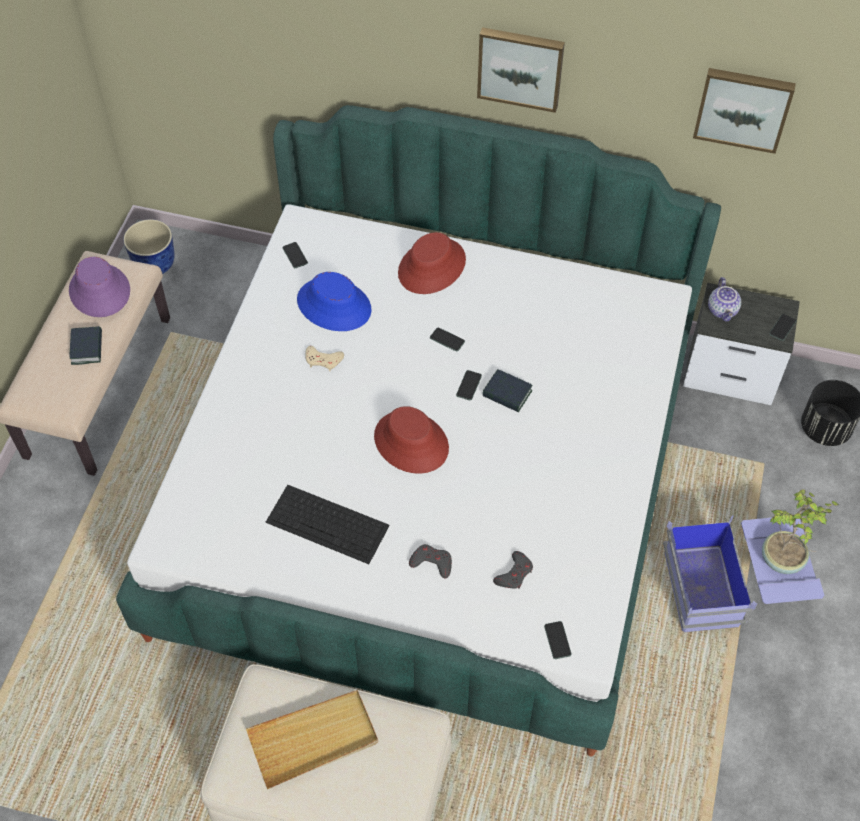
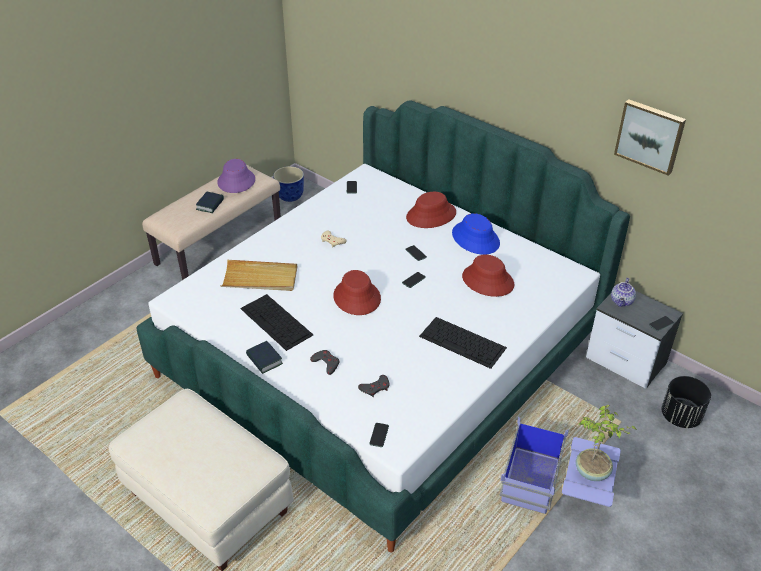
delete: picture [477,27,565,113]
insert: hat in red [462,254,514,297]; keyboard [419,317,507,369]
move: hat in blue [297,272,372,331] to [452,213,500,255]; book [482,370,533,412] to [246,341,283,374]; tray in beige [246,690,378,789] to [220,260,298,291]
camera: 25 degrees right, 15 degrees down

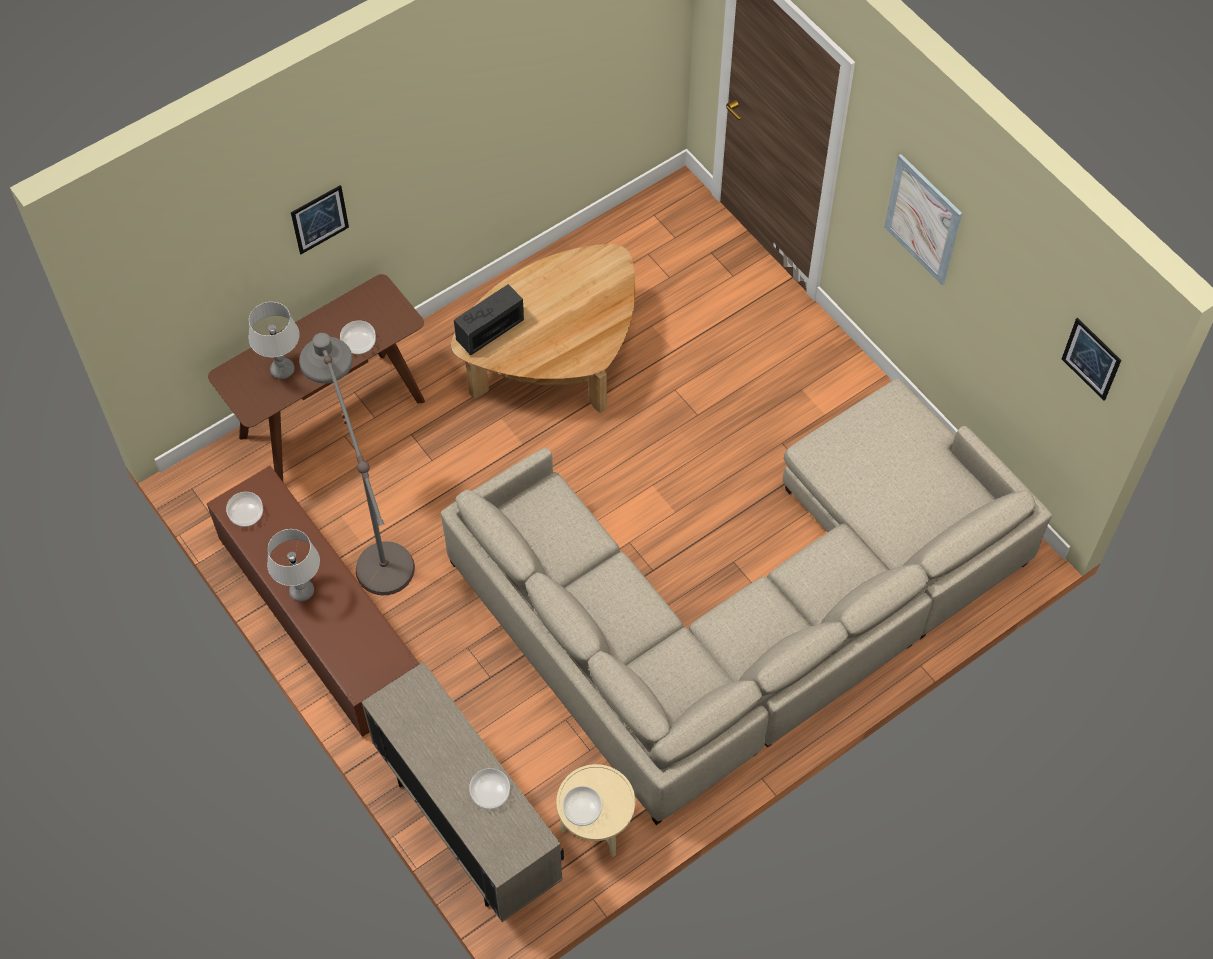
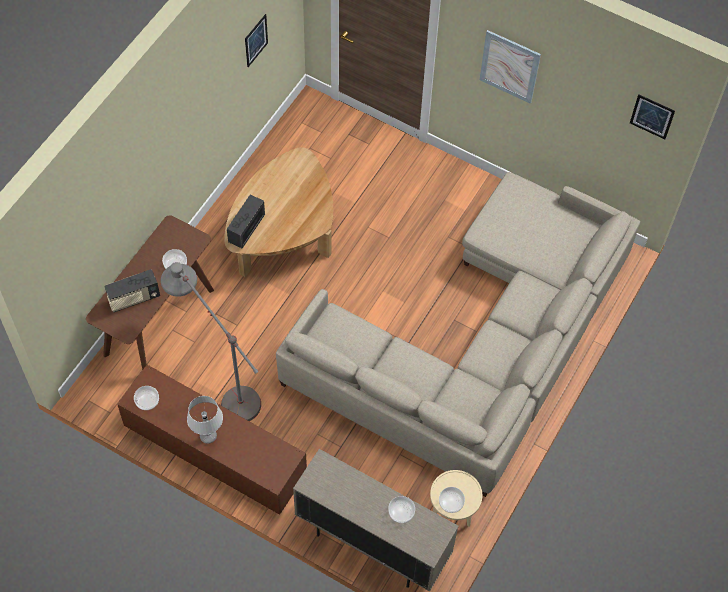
move: picture [291,185,349,254] to [245,14,268,67]
replace: table lamp in grey [249,302,300,379] to radio [105,269,160,313]
camera: 25 degrees left, 0 degrees up

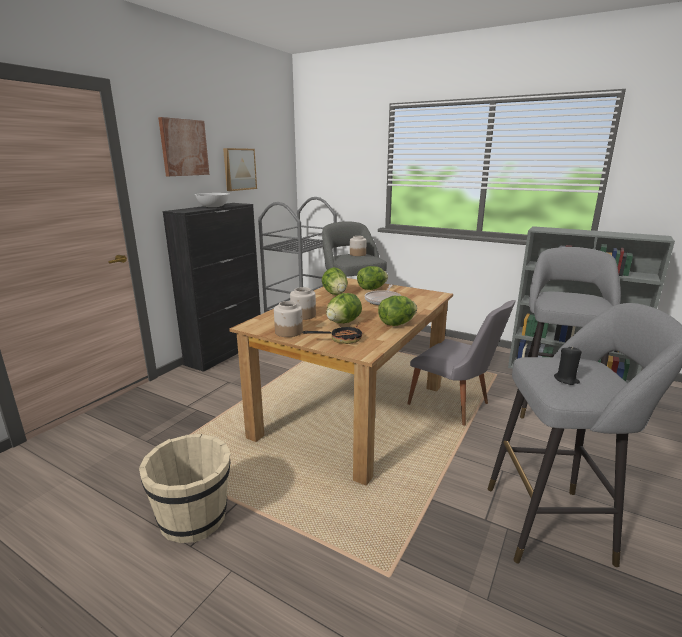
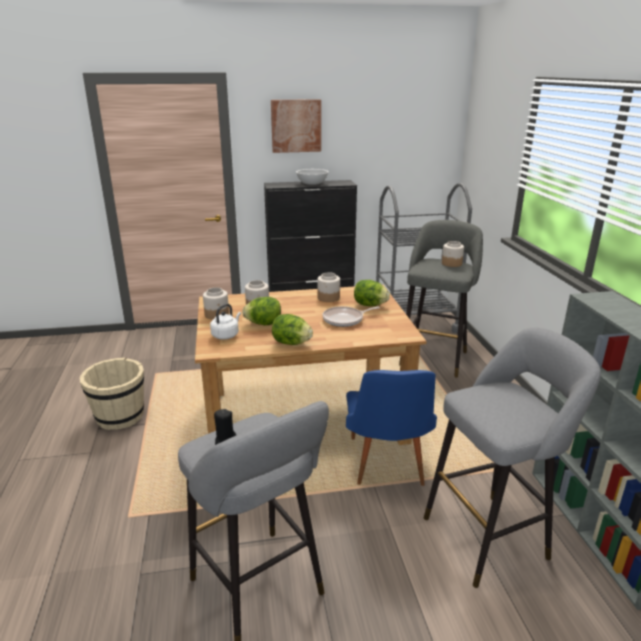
delete: picture [223,148,257,191]
replace: lettuce [322,267,348,295] to jar [317,272,340,302]; frying pan [302,324,362,344] to kettle in white [210,304,241,340]
recolor: chair in grey [407,300,516,425] to chair in blue [346,370,437,486]
camera: 50 degrees right, 5 degrees up

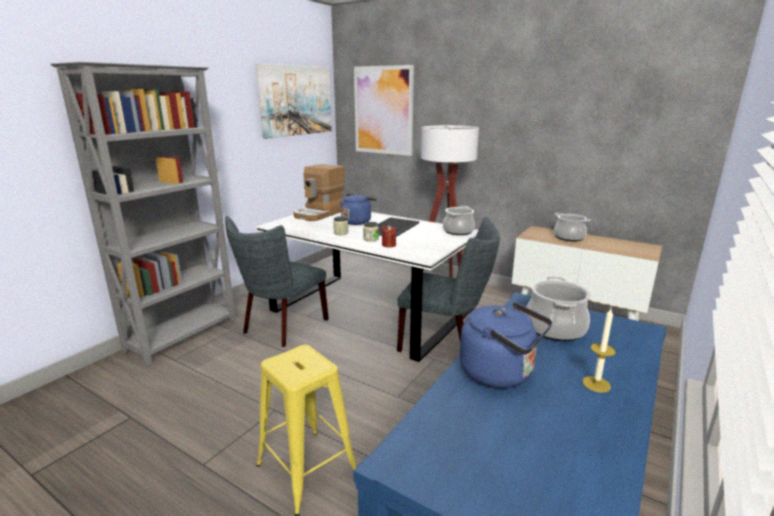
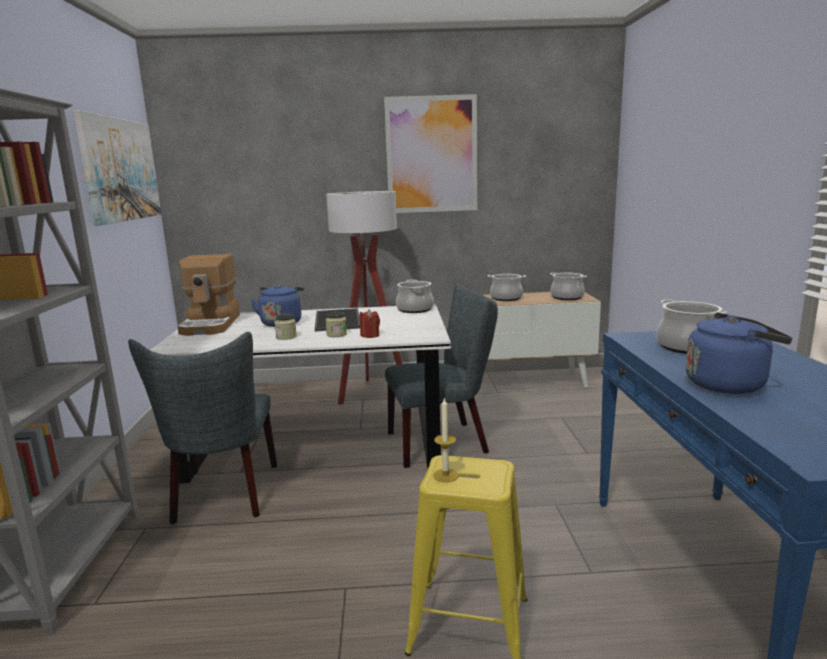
insert: cooking pot [550,272,587,300]
move: picture [354,65,414,156] to [384,94,477,213]; candle [582,309,616,393] to [433,398,459,482]
camera: 35 degrees left, 5 degrees down

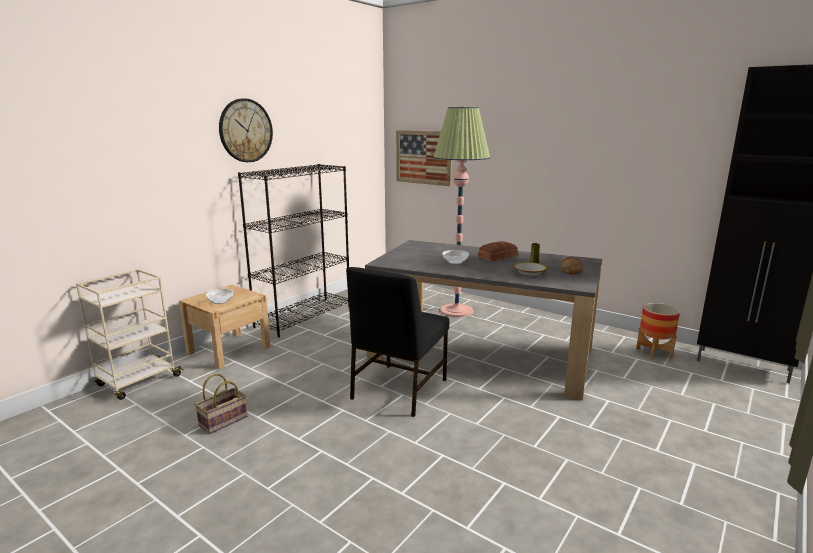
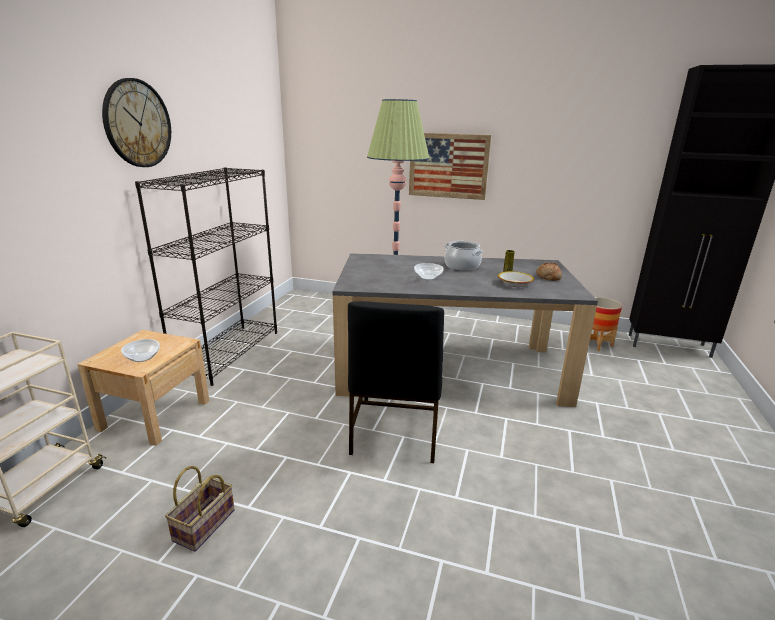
move: picture [396,130,452,186] to [409,133,491,200]
replace: bread [478,241,518,261] to cooking pot [444,241,483,271]
camera: 20 degrees left, 5 degrees up

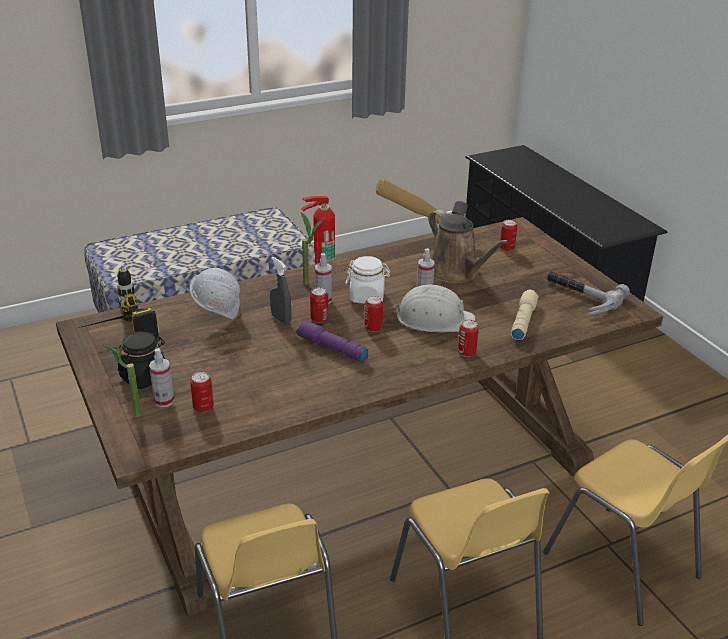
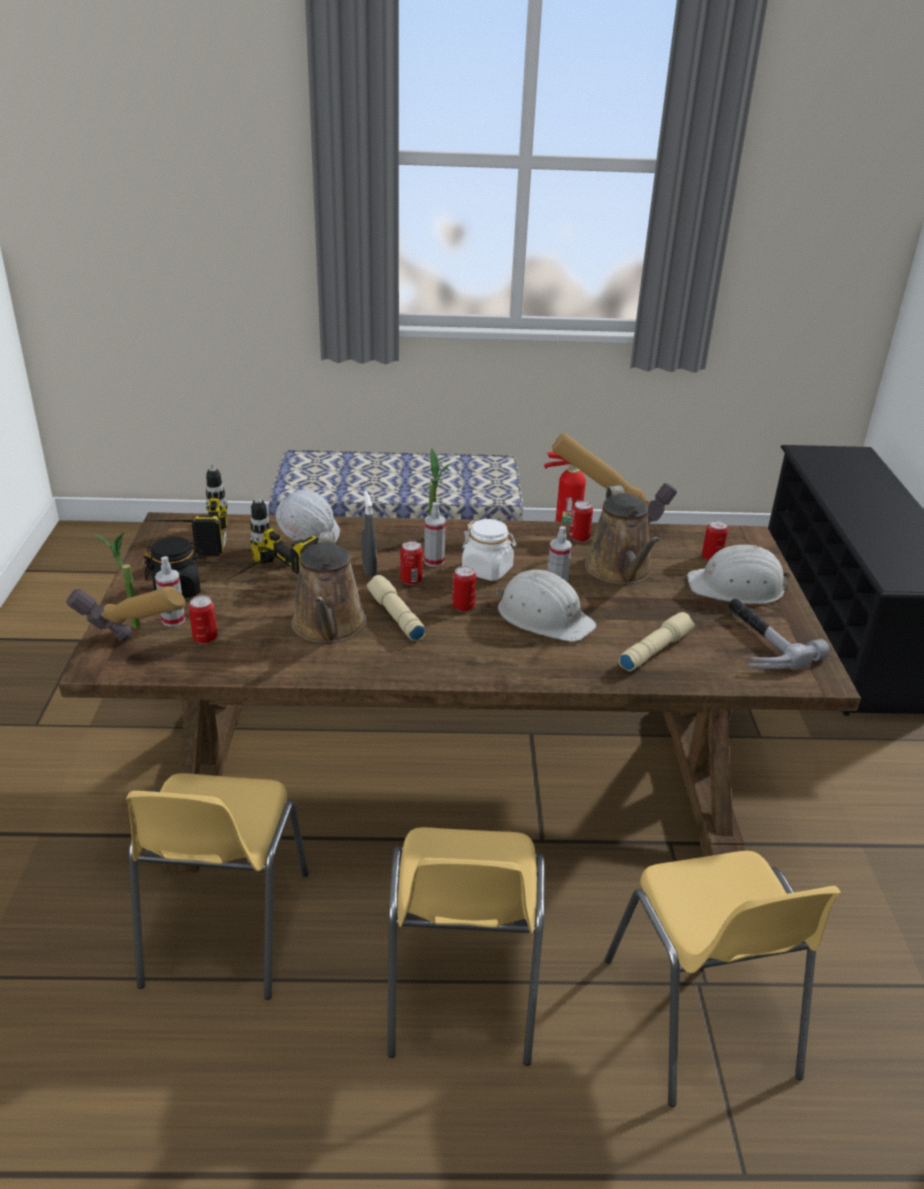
insert: power drill [227,495,319,580]; watering can in brown [291,532,367,643]; hard hat in white [687,545,791,604]; hammer [66,586,186,641]
move: can [458,320,479,357] to [570,501,593,542]
recolor: flashlight in purple [296,320,368,362] to flashlight in beige [367,575,425,641]
camera: 25 degrees right, 0 degrees up

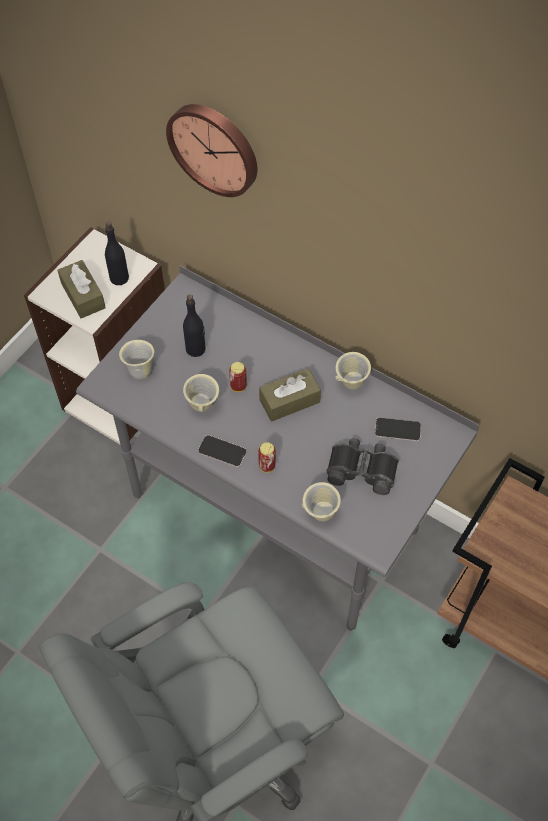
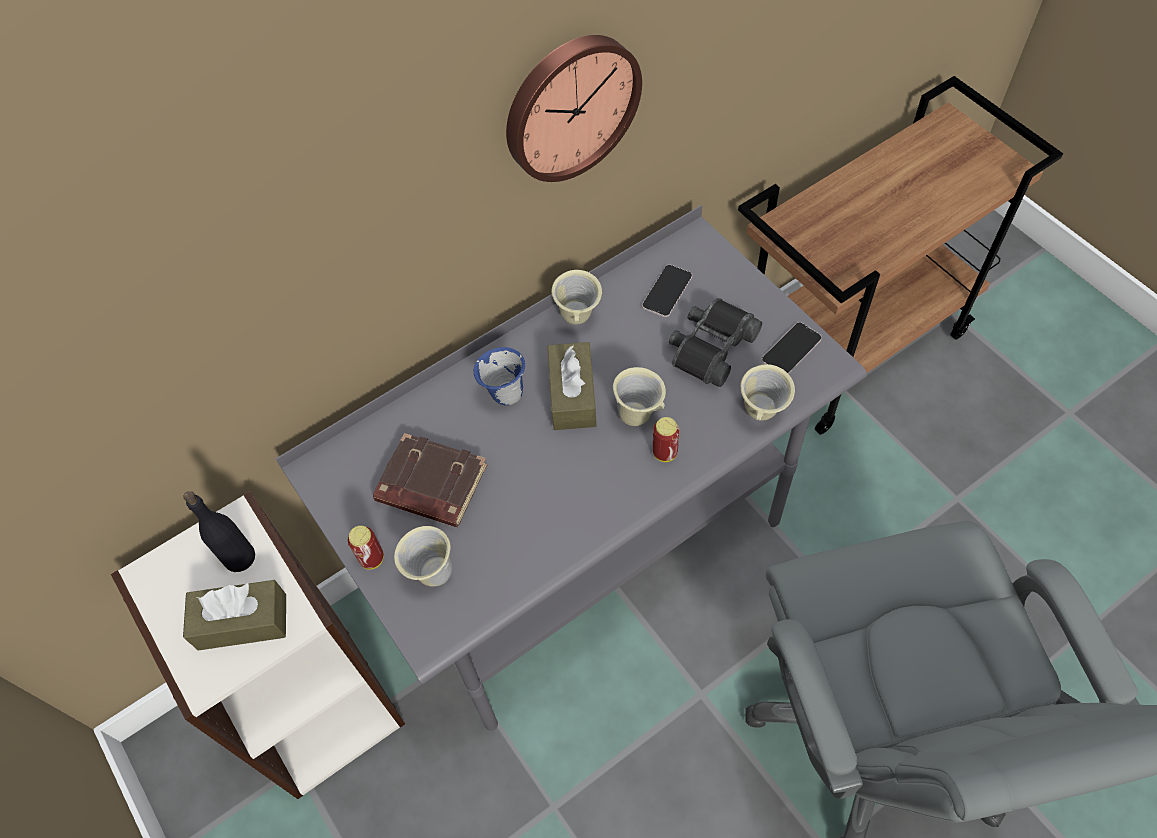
insert: mug in blue [473,347,525,405]
move: wall clock [166,104,257,197] to [506,35,642,182]; can [229,362,247,392] to [348,526,384,570]; mug in beige [183,374,219,412] to [613,367,666,426]; phone [198,435,247,467] to [762,322,822,374]
replace: bottle in black [183,295,206,357] to book in brown [373,433,487,527]
camera: 65 degrees left, 0 degrees up

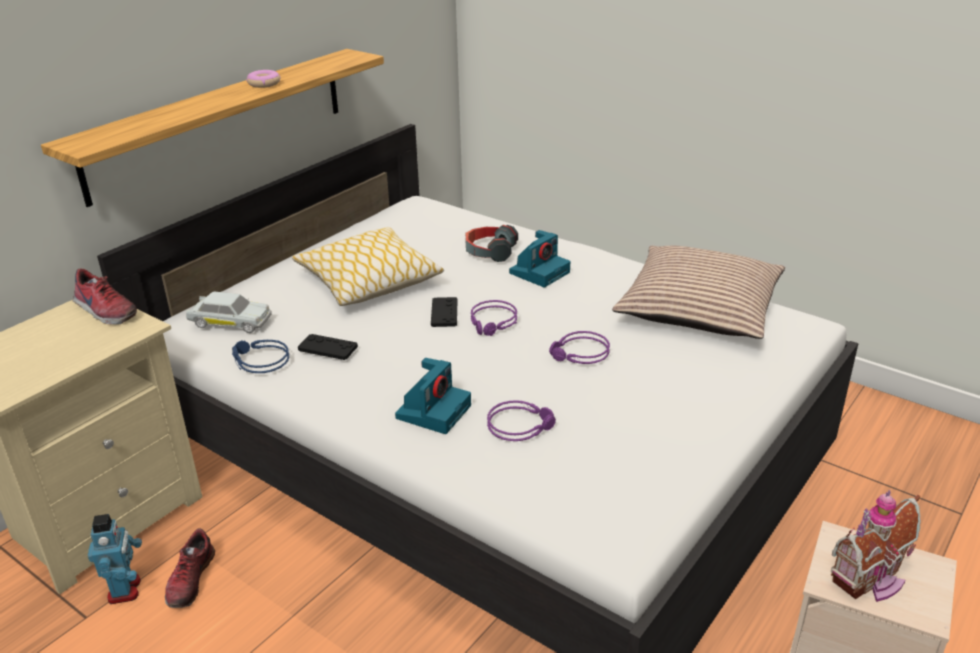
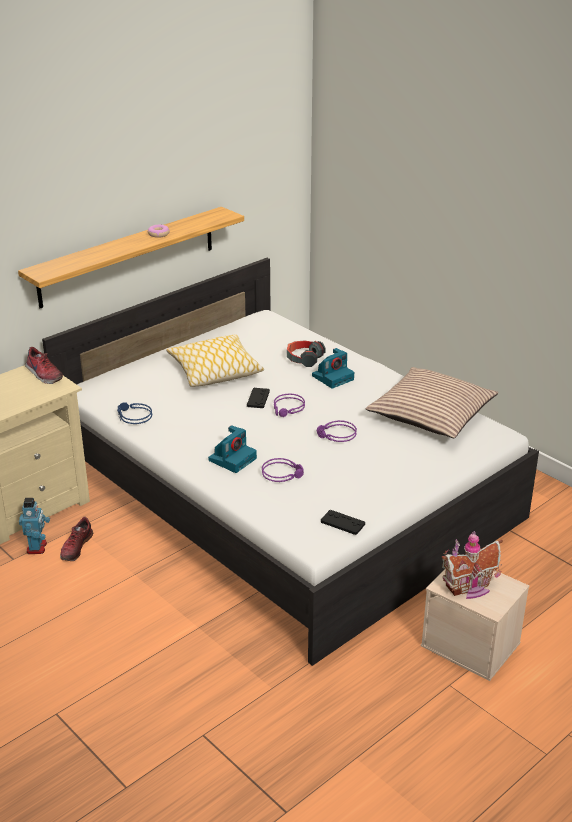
delete: toy car in white [186,292,271,333]
move: game controller in black [298,334,358,360] to [321,510,365,535]
camera: 10 degrees right, 0 degrees up

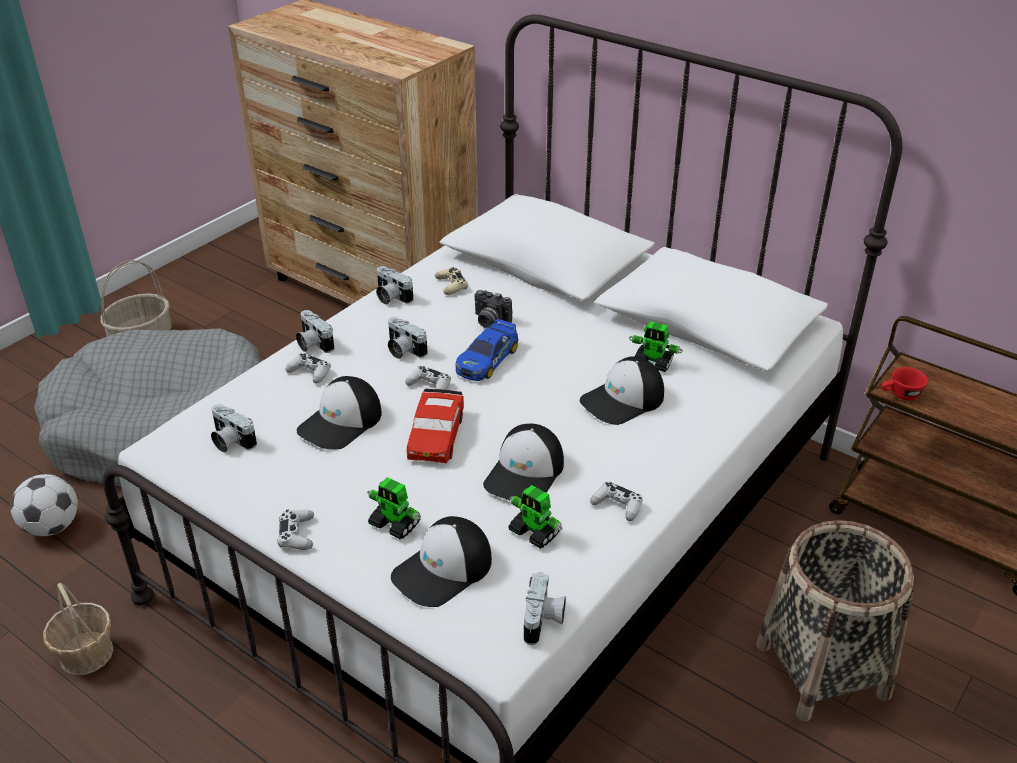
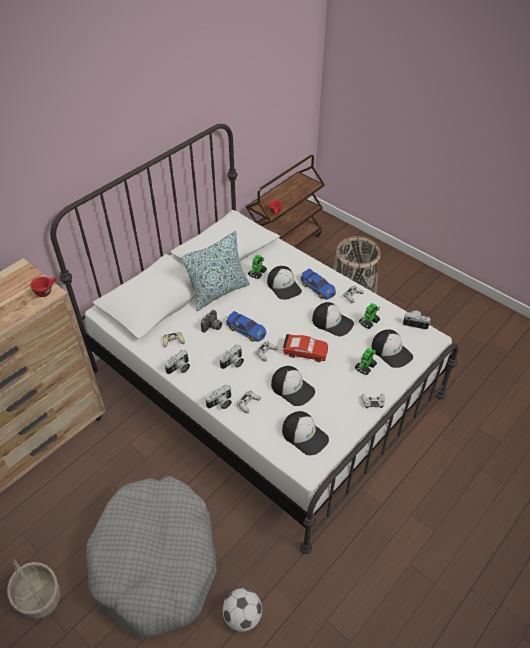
delete: basket [43,583,113,675]
insert: pillow [181,231,250,311]; toy car [301,269,336,300]; cup in red [30,277,56,297]
replace: photo camera [211,404,257,452] to cap [282,411,329,455]
camera: 85 degrees left, 10 degrees up

